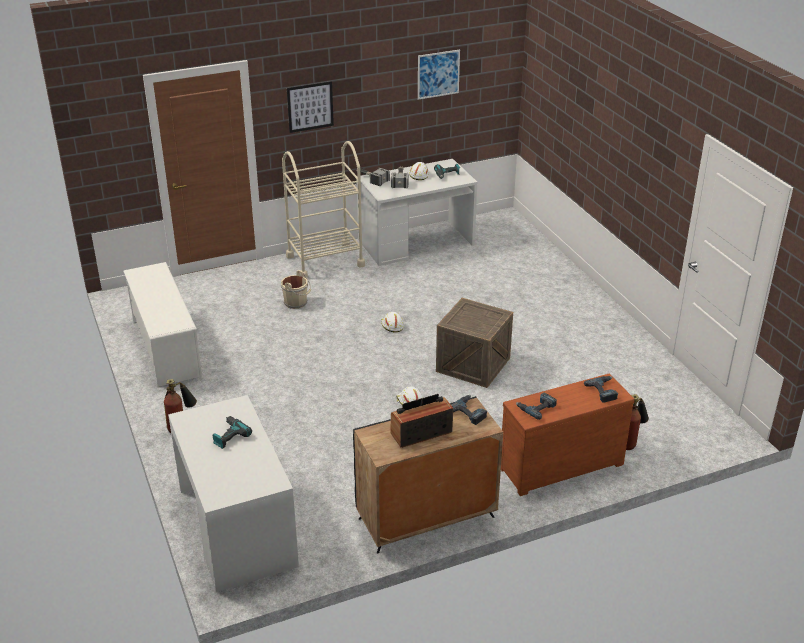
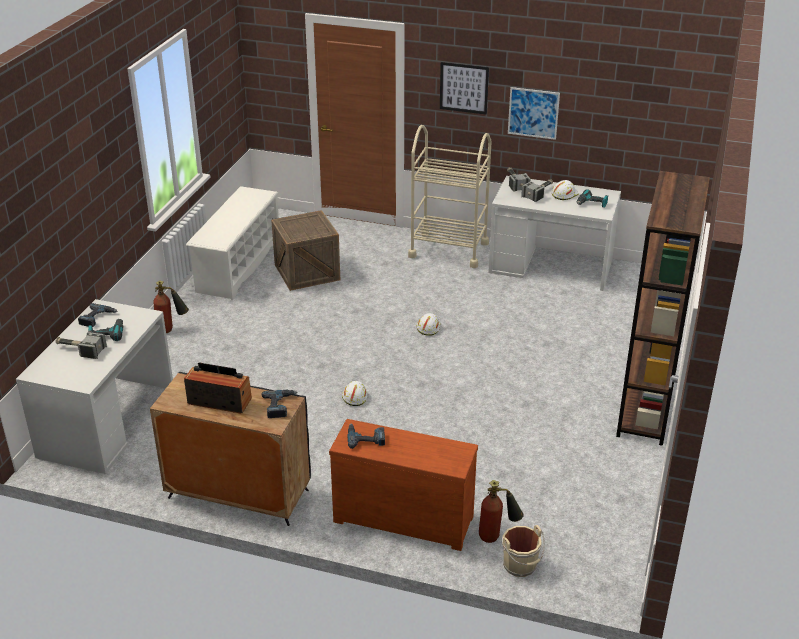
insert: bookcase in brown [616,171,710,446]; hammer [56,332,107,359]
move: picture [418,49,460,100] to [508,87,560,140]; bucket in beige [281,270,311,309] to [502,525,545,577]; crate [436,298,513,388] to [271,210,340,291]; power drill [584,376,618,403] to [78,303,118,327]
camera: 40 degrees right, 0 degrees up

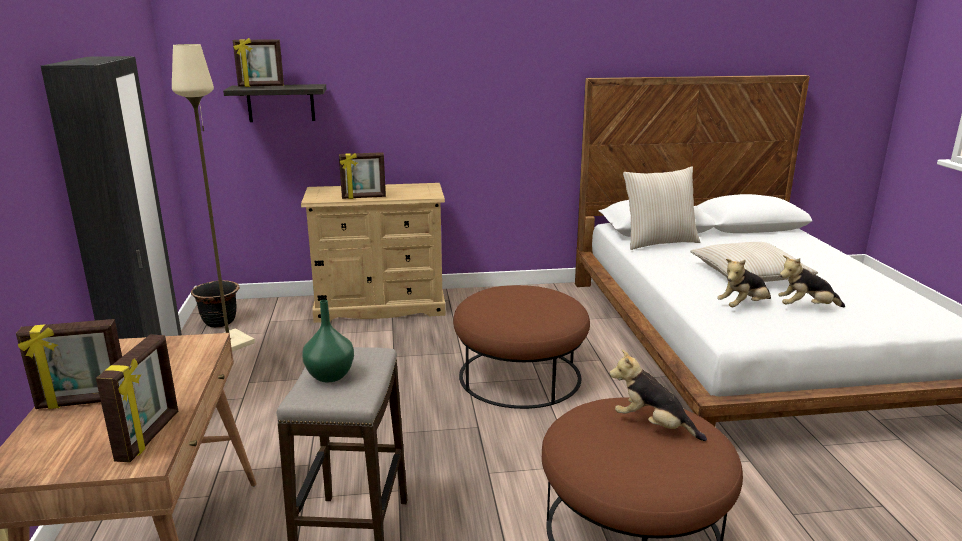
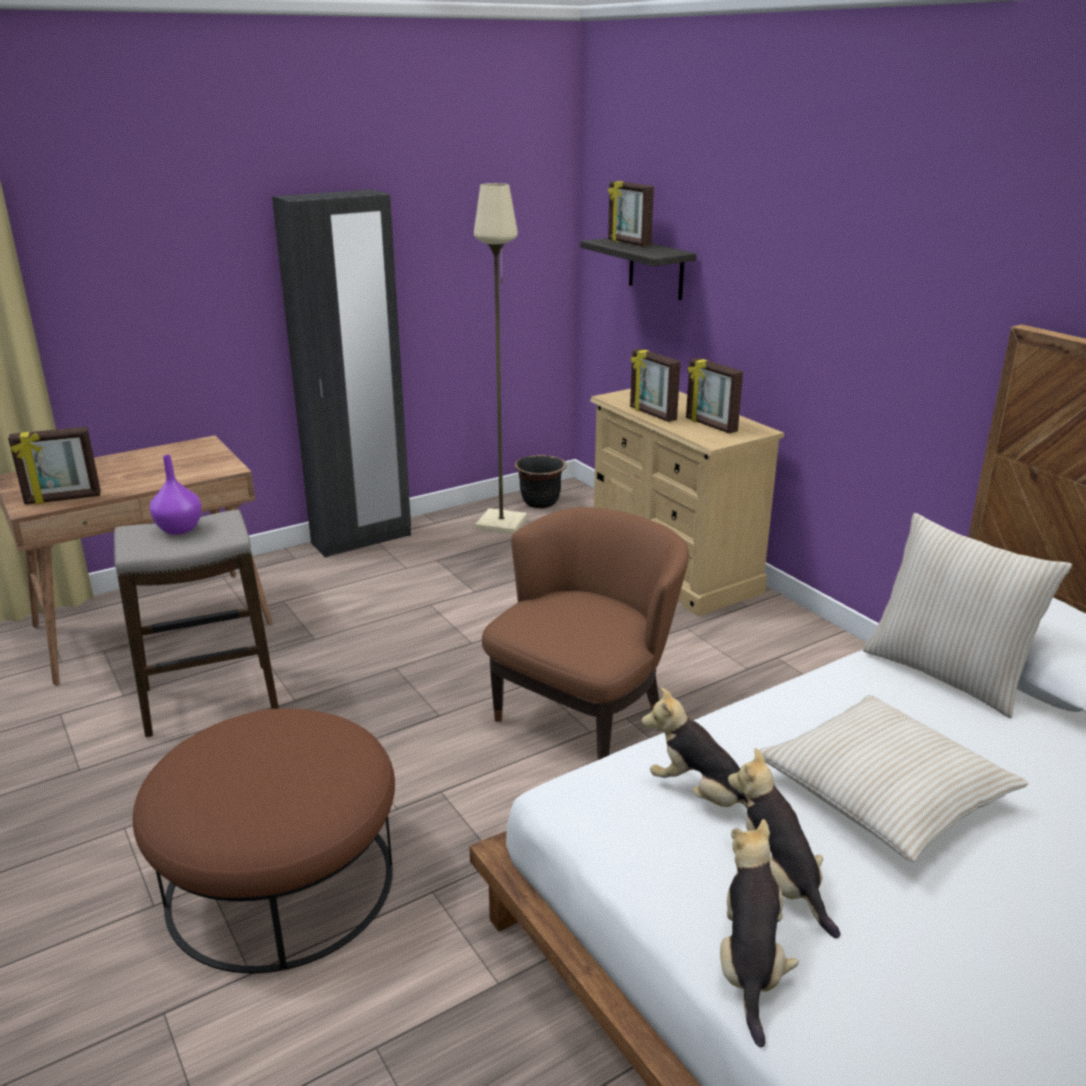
move: picture frame [16,319,122,409] to [686,358,743,434]; plush toy [609,349,707,441] to [720,819,799,1047]
replace: ottoman in brown [453,285,590,409] to armchair in brown [482,507,689,760]
recolor: vase in green [302,300,354,382] to vase in purple [150,455,202,535]
camera: 65 degrees right, 5 degrees up

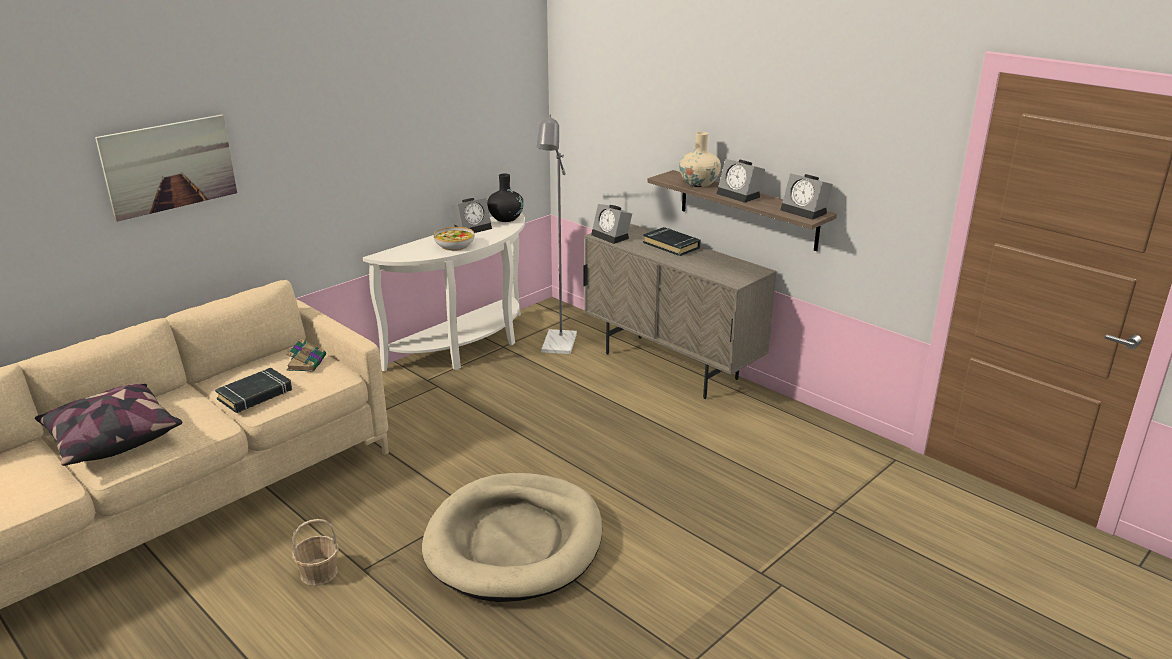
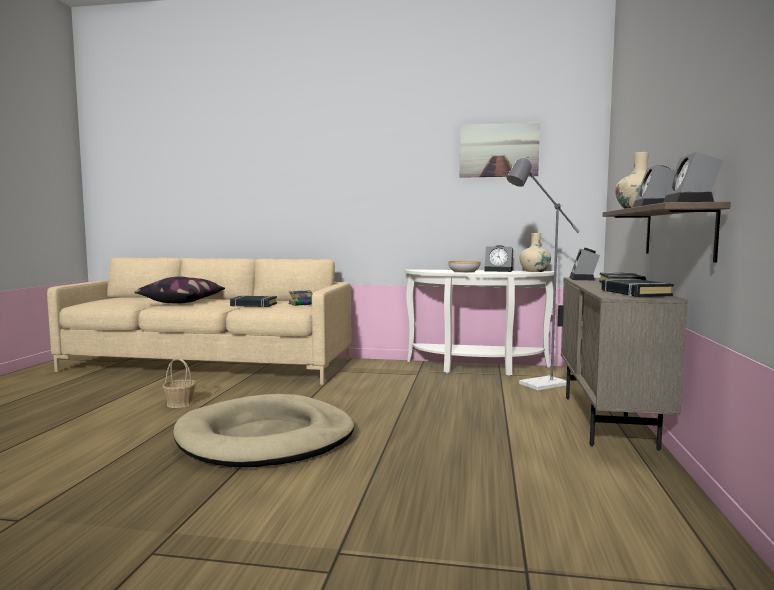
insert: book in black [602,279,674,297]
move: picture [95,114,237,222] to [460,123,540,178]
recolor: vase in black [487,173,524,222] to vase in beige [520,233,551,272]
camera: 55 degrees right, 20 degrees down

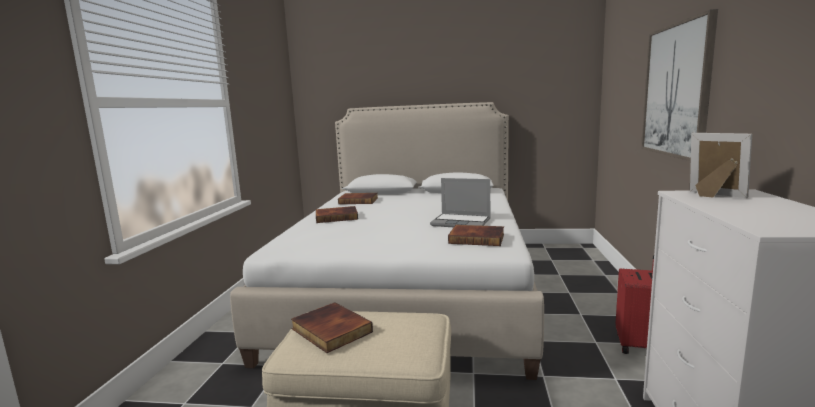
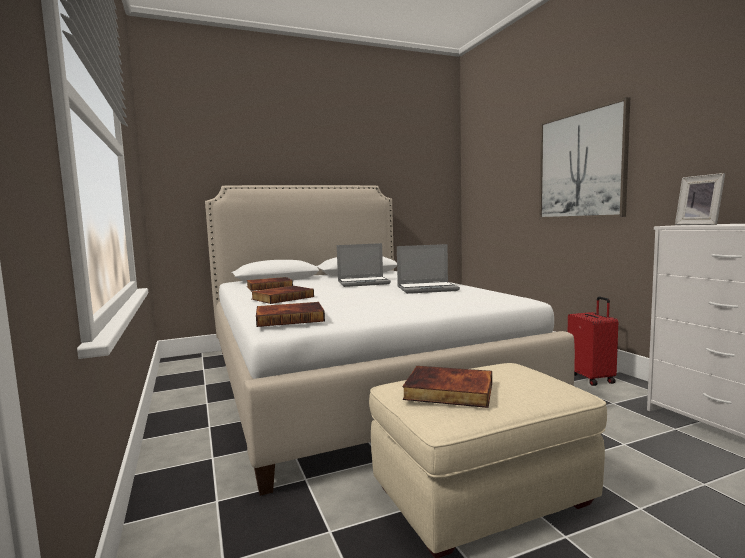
insert: laptop [337,243,391,287]
move: book [448,225,504,246] to [256,302,325,327]
rotate: picture frame [690,133,752,198] = [675,173,725,225] 135 degrees counterclockwise
camera: 30 degrees left, 5 degrees down

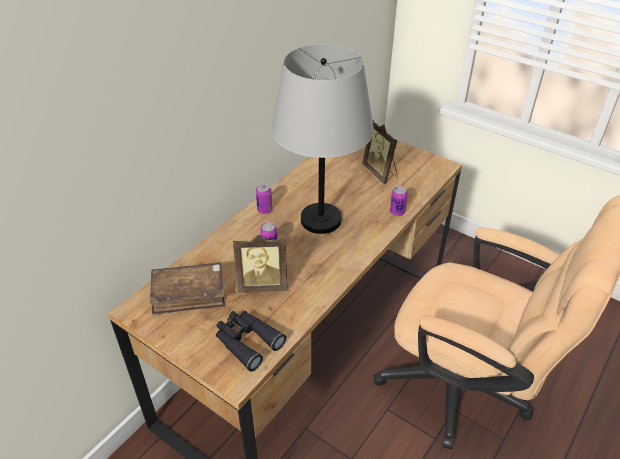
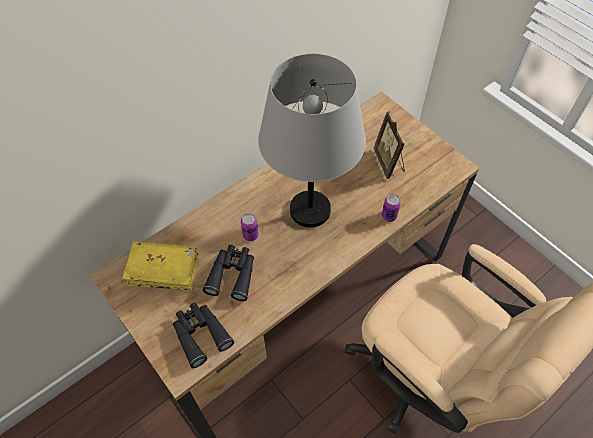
delete: can [256,184,272,214]
replace: picture frame [233,235,287,293] to binoculars in black [203,245,254,301]
recolor: book in brown [150,262,225,315] to book in yellow [122,241,198,291]
camera: 15 degrees right, 15 degrees up

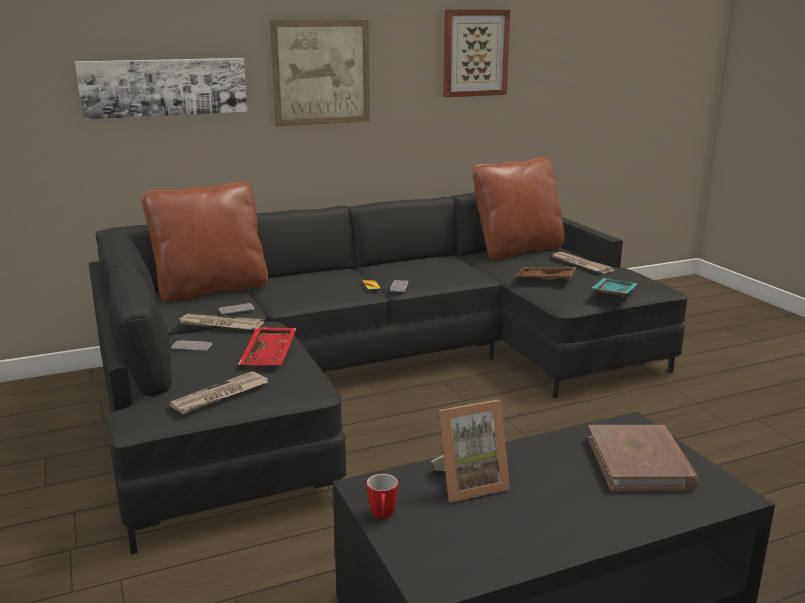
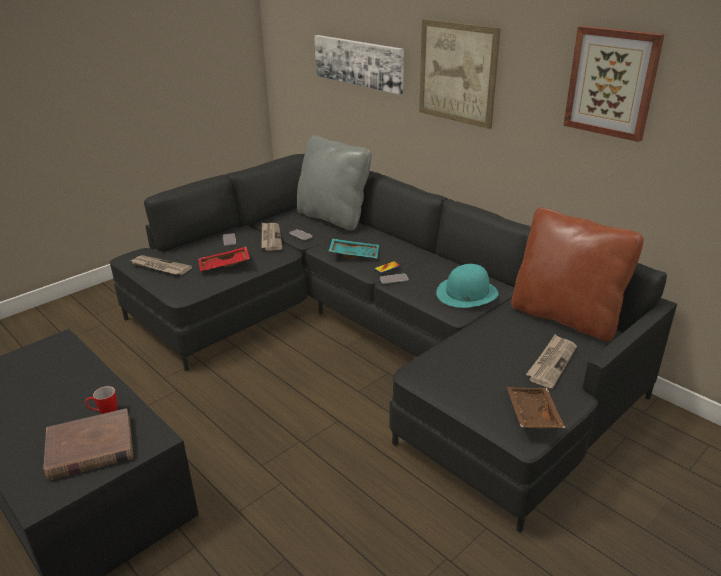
delete: picture frame [431,400,510,502]
insert: hat in turquoise [436,264,499,308]
move: tray in brown [515,267,577,279] to [507,387,566,429]; tray in turquoise [592,278,637,297] to [329,238,379,259]; mug [367,474,398,519] to [85,386,117,414]
recolor: pillow in brown [141,182,268,302] to pillow in grey [297,135,372,231]
camera: 70 degrees right, 10 degrees up

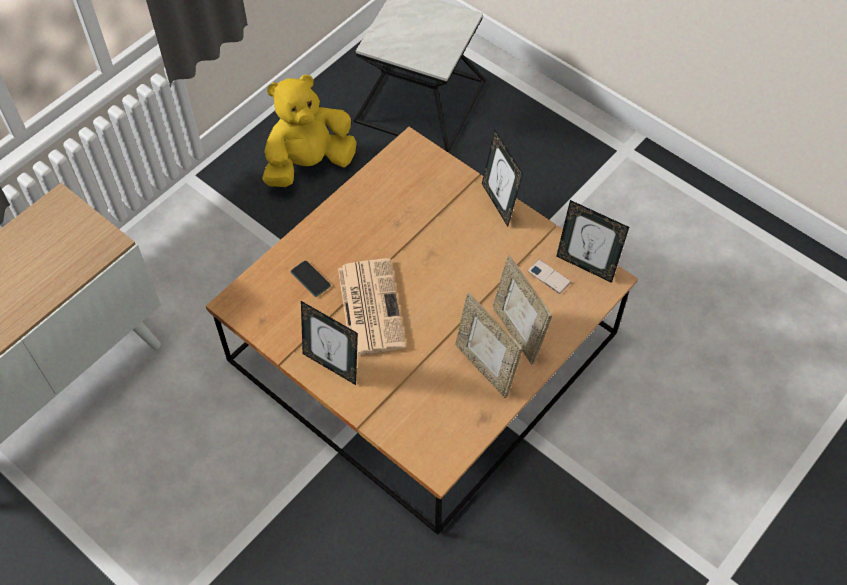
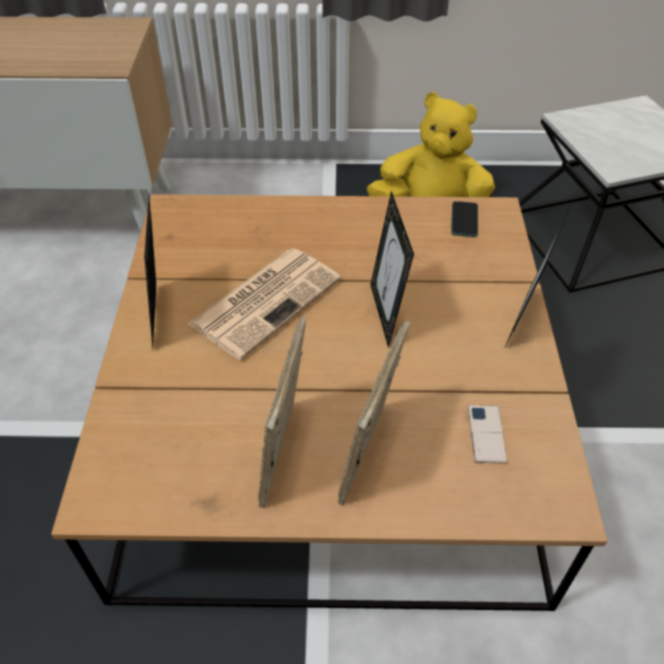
move: picture frame [556,200,629,283] to [370,191,414,348]; phone [291,261,331,297] to [451,201,478,237]
camera: 50 degrees right, 10 degrees down

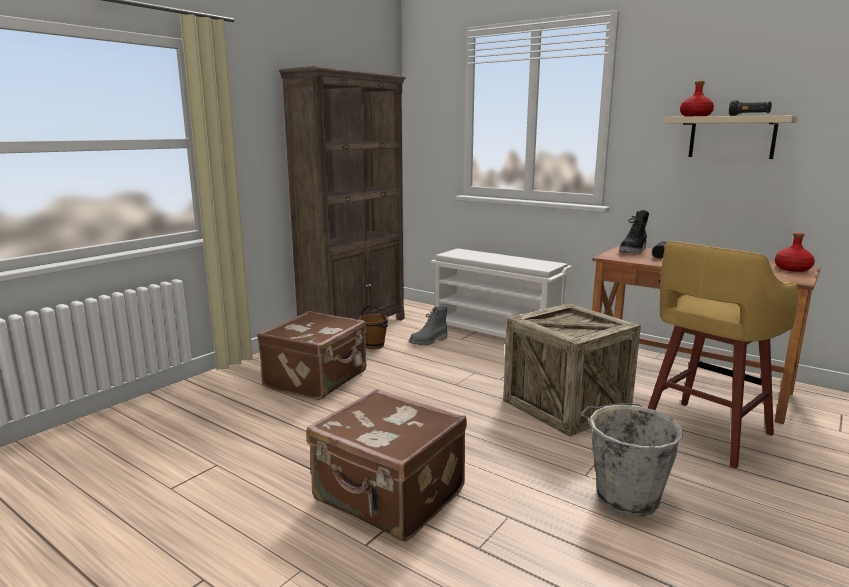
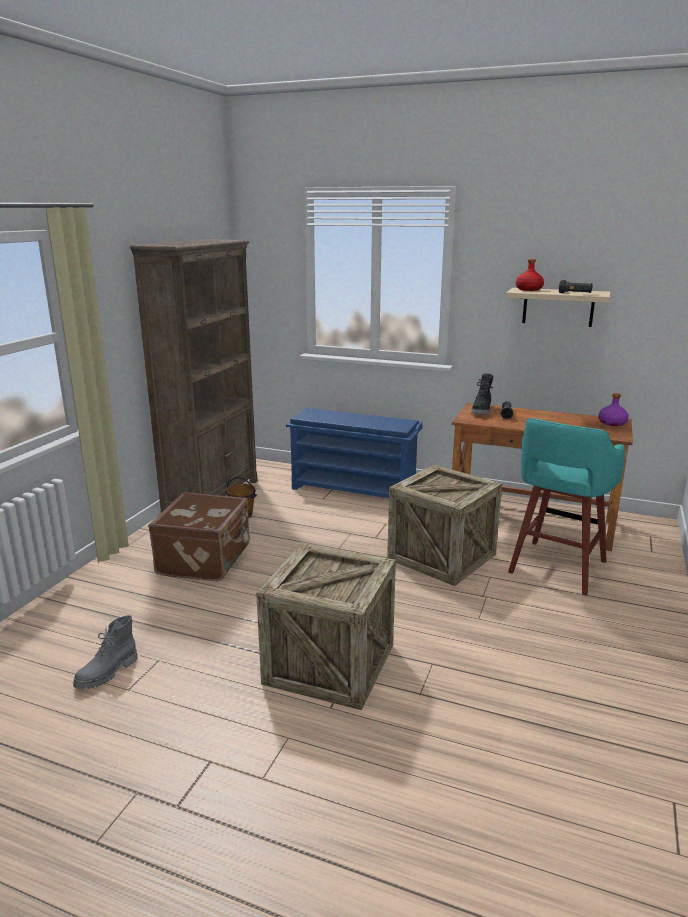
delete: bucket in grey [580,403,683,516]
move: boot in grey [409,307,447,345] to [73,615,137,689]
replace: suitcase in brown [307,389,467,542] to crate [256,543,396,710]
recolor: bottle in red [774,232,815,272] to bottle in purple [598,393,629,426]; stool in yellow [648,241,798,469] to stool in turquoise [508,418,625,595]; shoe rack in white [431,248,572,338] to shoe rack in blue [286,408,423,498]
camera: 15 degrees left, 5 degrees up

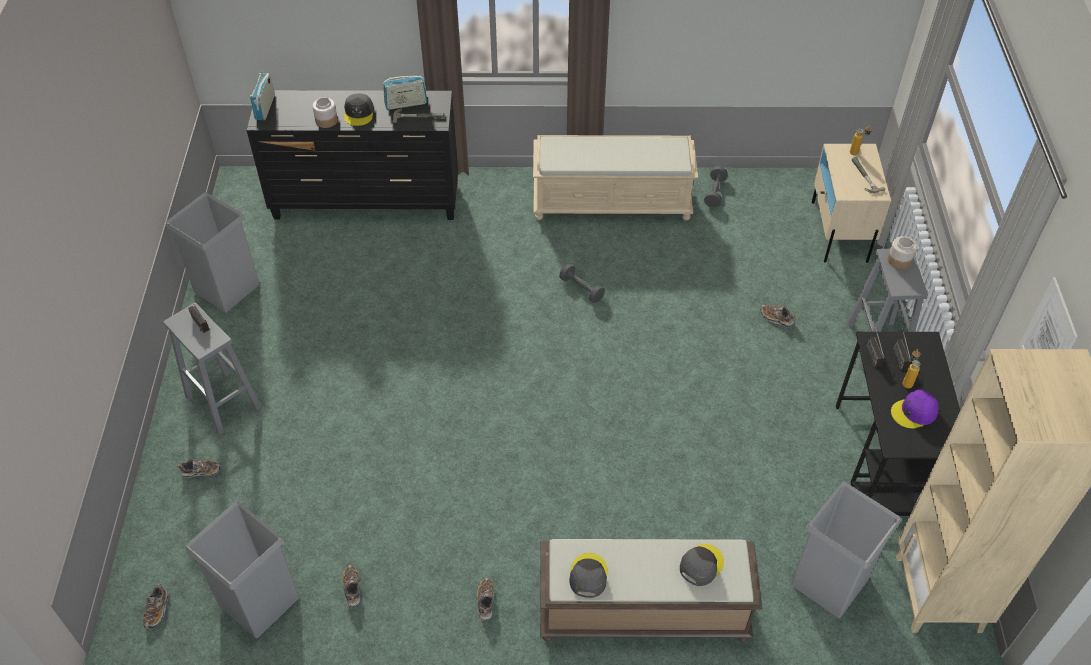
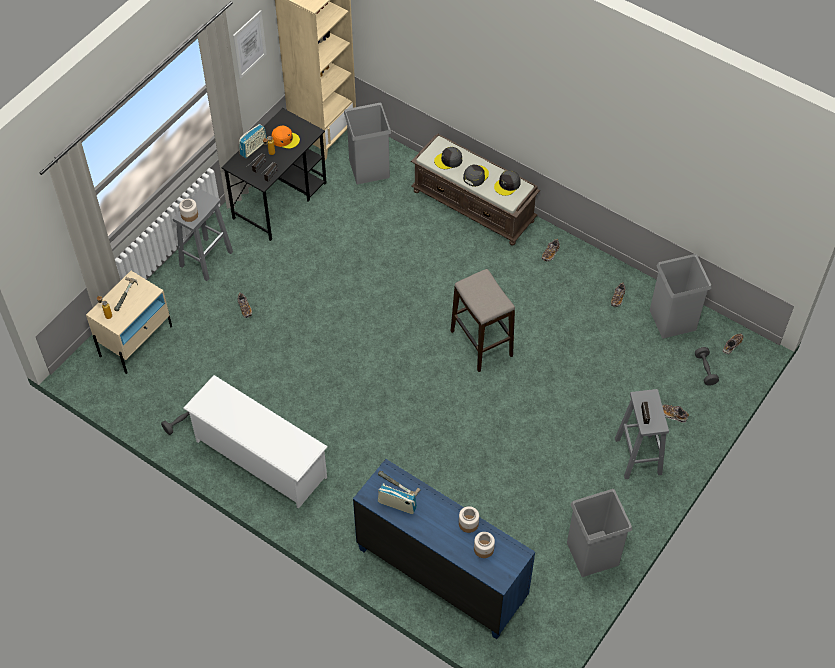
insert: stool [450,269,515,372]; jar [474,532,495,558]
move: radio [250,71,275,120] to [239,124,267,158]; cap in grey [344,93,374,126] to [463,165,489,187]; dumbbell in grey [559,264,605,303] to [695,347,719,386]
replace: bench in beige [533,135,698,221] to shoe rack in white [183,375,328,509]
recolor: dresser in black [247,90,458,220] to dresser in blue [353,459,535,639]; cap in purple [891,390,938,429] to cap in orange [271,125,300,149]
camera: 145 degrees left, 5 degrees up

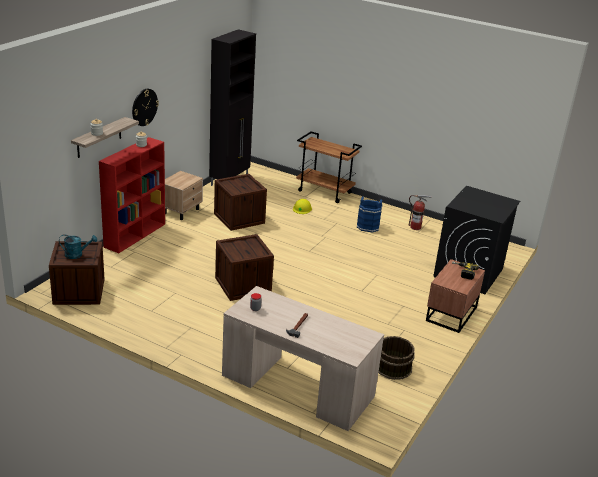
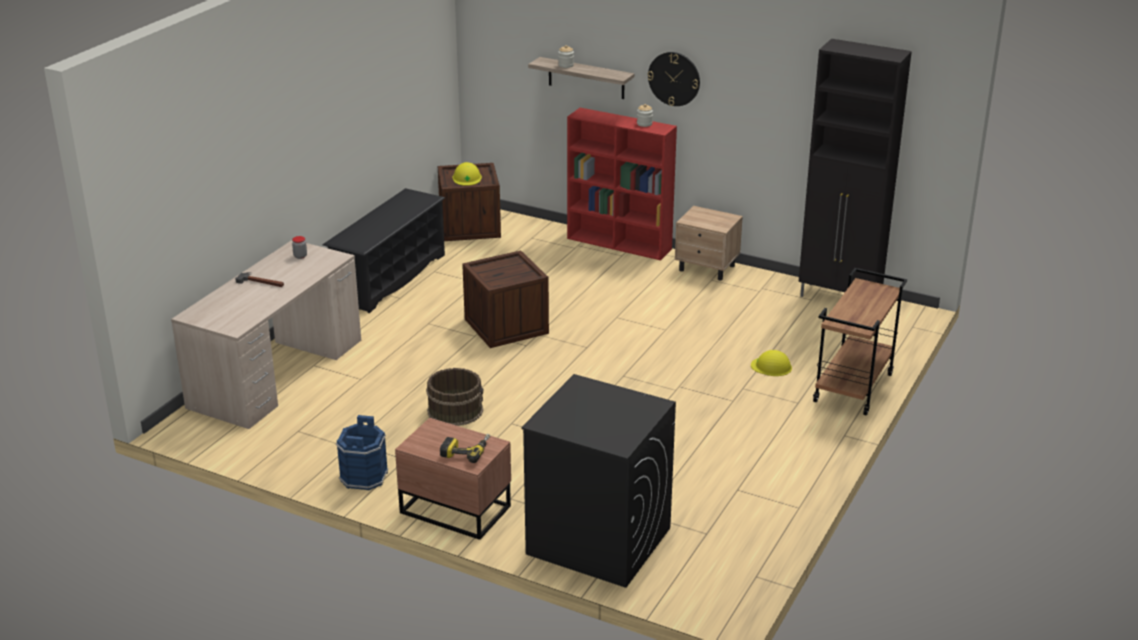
delete: crate [214,174,267,231]; fire extinguisher [409,195,432,230]
insert: shoe rack in black [323,188,445,313]
move: bucket in blue [357,197,382,233] to [336,415,388,490]; bucket in brown [378,336,415,380] to [426,368,483,426]
replace: watering can in turquoise [59,235,97,259] to hard hat in yellow [452,162,482,186]
camera: 90 degrees right, 0 degrees up

